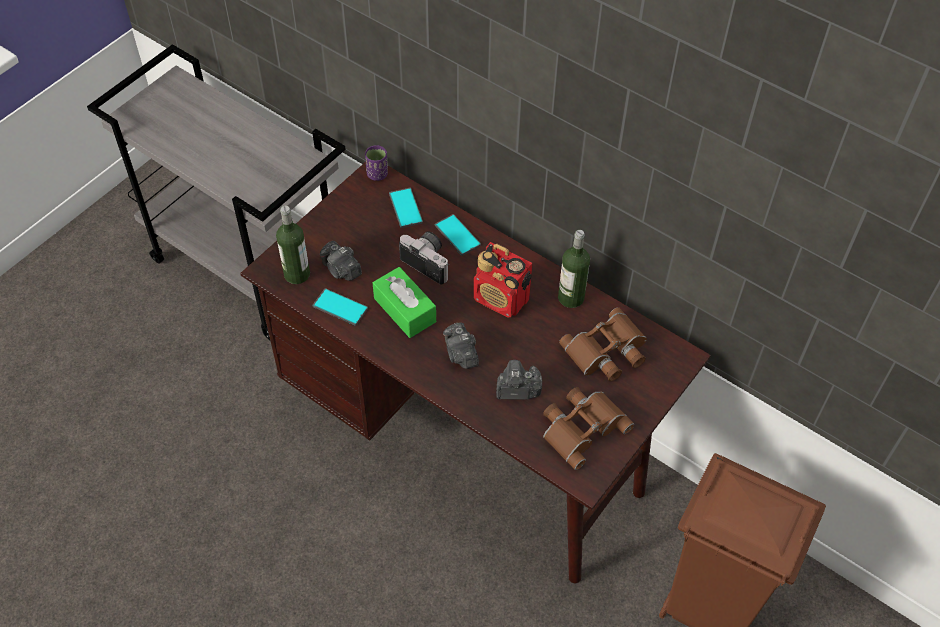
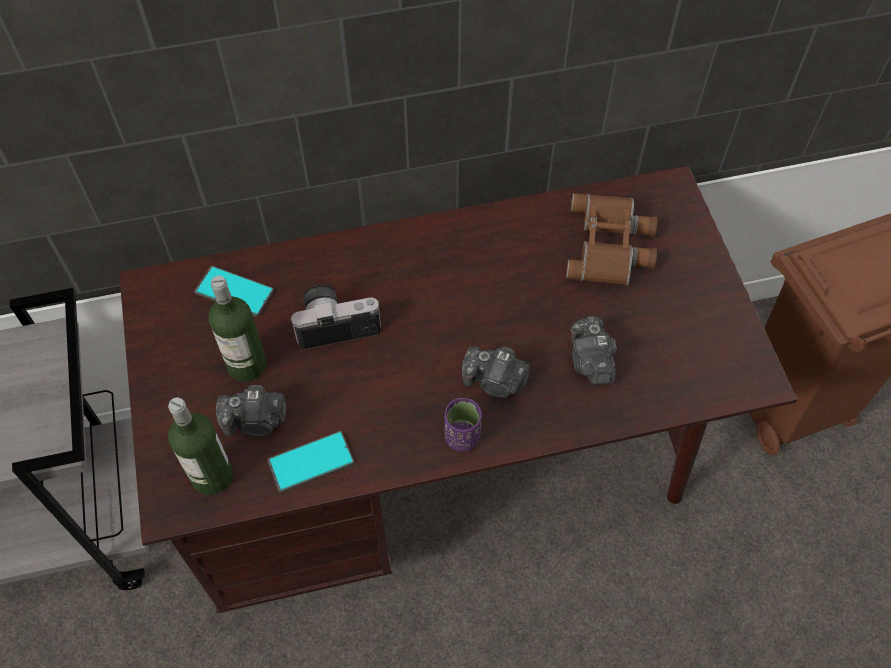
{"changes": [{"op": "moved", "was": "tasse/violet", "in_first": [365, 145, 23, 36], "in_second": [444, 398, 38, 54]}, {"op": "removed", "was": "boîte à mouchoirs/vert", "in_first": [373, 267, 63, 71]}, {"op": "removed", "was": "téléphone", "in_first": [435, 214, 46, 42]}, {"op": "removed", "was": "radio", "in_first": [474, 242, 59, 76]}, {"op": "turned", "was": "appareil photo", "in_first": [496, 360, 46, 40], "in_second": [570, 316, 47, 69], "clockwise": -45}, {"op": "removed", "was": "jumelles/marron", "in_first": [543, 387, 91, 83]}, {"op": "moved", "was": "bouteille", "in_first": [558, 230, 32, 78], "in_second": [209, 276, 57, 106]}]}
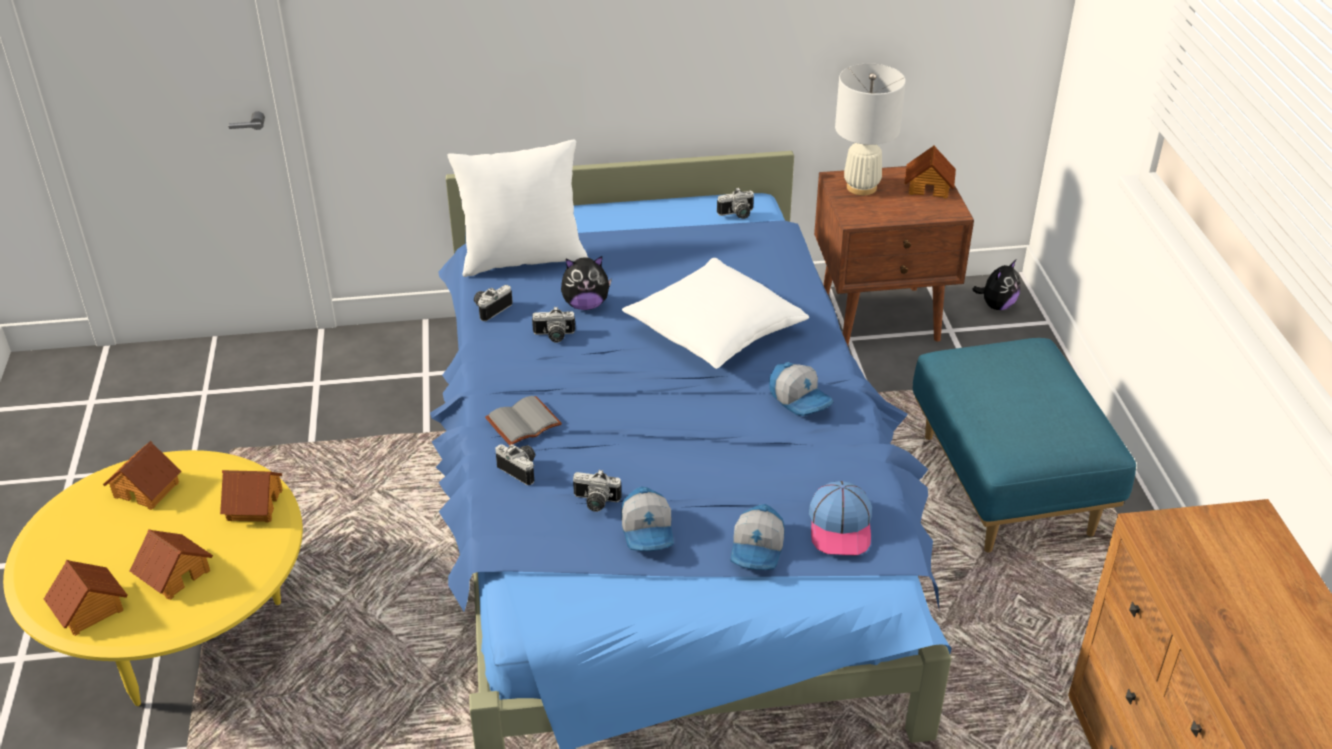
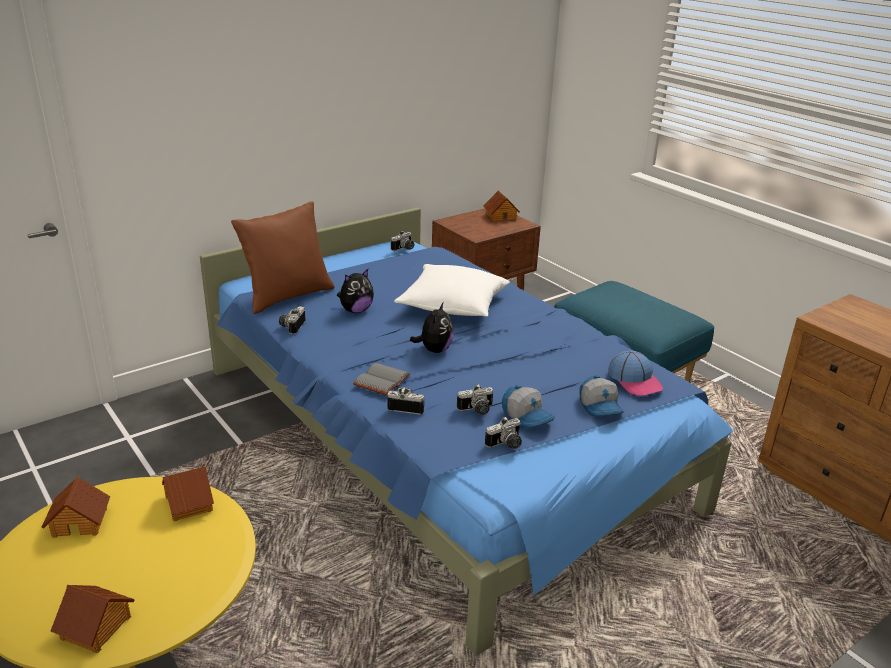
{"changes": [{"op": "removed", "was": "maison miniature", "in_first": [130, 529, 83, 71]}, {"op": "recoloured", "was": "coussin/blanc", "now": "coussin/marron", "in_first": [448, 139, 140, 138], "in_second": [231, 201, 103, 113]}, {"op": "moved", "was": "appareil photo", "in_first": [532, 306, 43, 37], "in_second": [485, 417, 37, 32]}, {"op": "removed", "was": "casquette", "in_first": [769, 362, 65, 54]}, {"op": "removed", "was": "lampe de table/blanc", "in_first": [835, 64, 71, 131]}, {"op": "moved", "was": "peluche", "in_first": [972, 260, 48, 50], "in_second": [410, 303, 44, 50]}]}
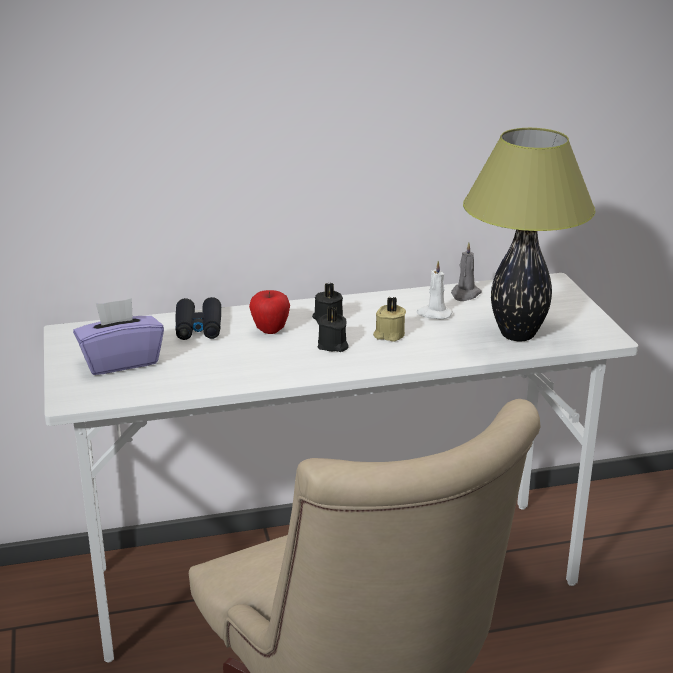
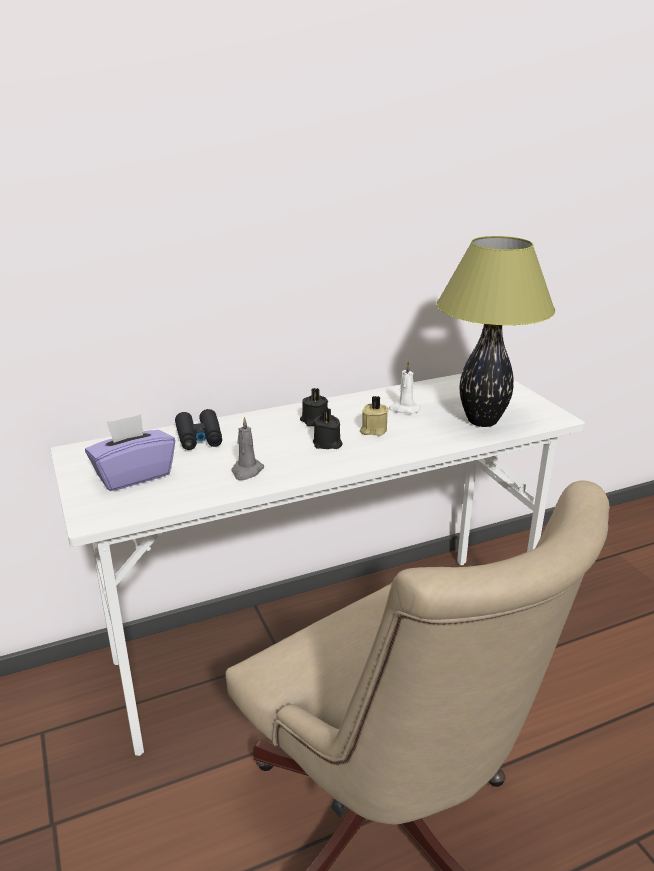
{"changes": [{"op": "removed", "was": "pomme", "in_first": [249, 290, 41, 44]}, {"op": "moved", "was": "bougie/gris", "in_first": [451, 242, 31, 59], "in_second": [231, 417, 33, 63]}]}
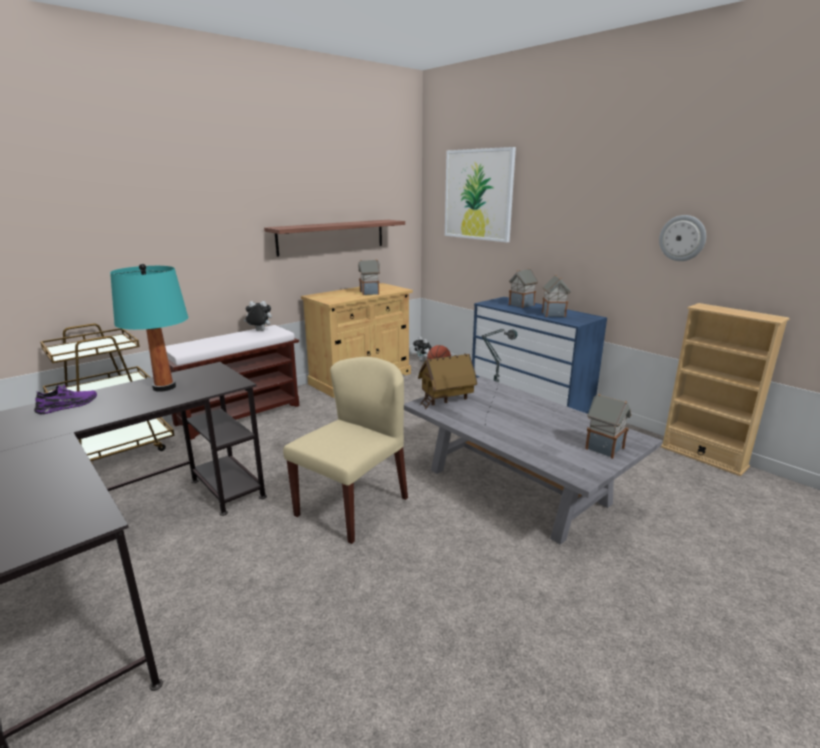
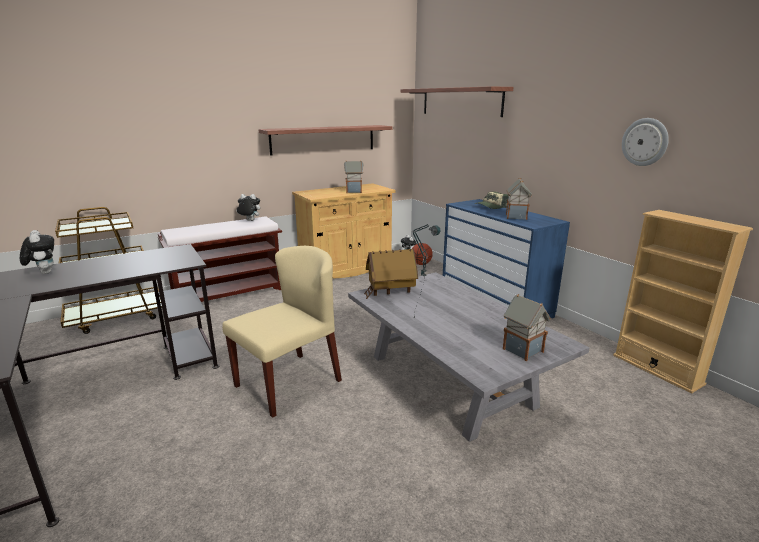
{"changes": [{"op": "replaced", "was": "chaussure/violet", "now": "peluche", "in_first": [34, 385, 63, 29], "in_second": [20, 230, 34, 44]}, {"op": "removed", "was": "lampe de table/turquoise", "in_first": [110, 264, 78, 128]}, {"op": "replaced", "was": "tableau", "now": "étagère", "in_first": [445, 147, 71, 95], "in_second": [401, 86, 113, 31]}, {"op": "replaced", "was": "maison miniature", "now": "casquette", "in_first": [509, 268, 29, 40], "in_second": [475, 192, 33, 17]}]}
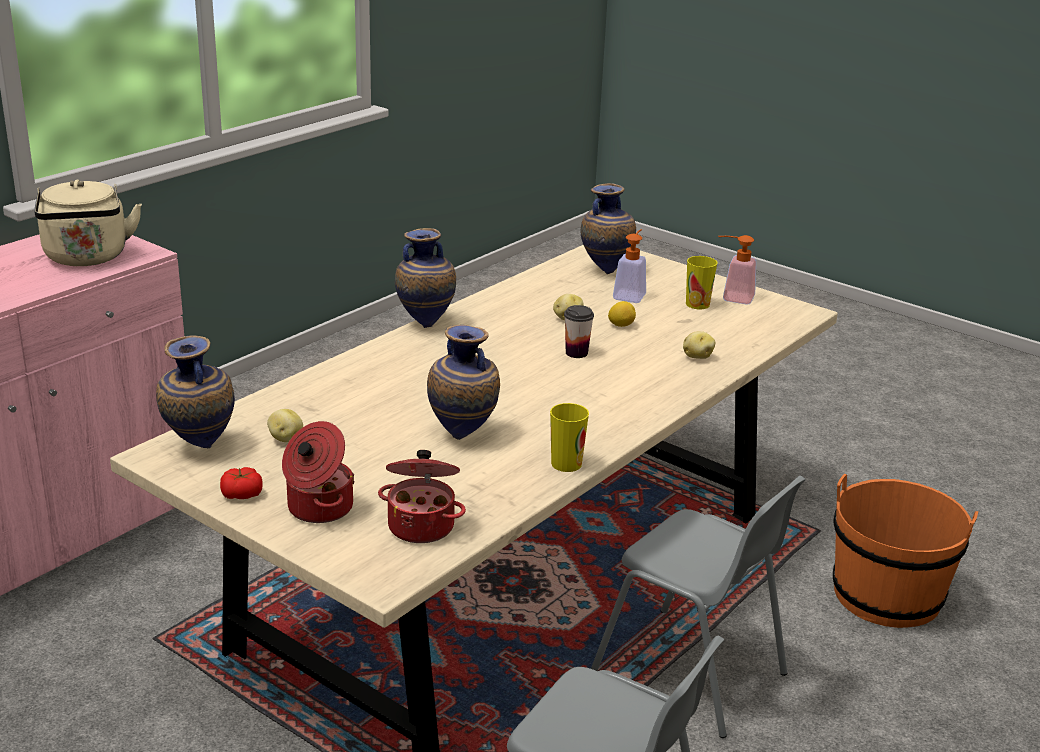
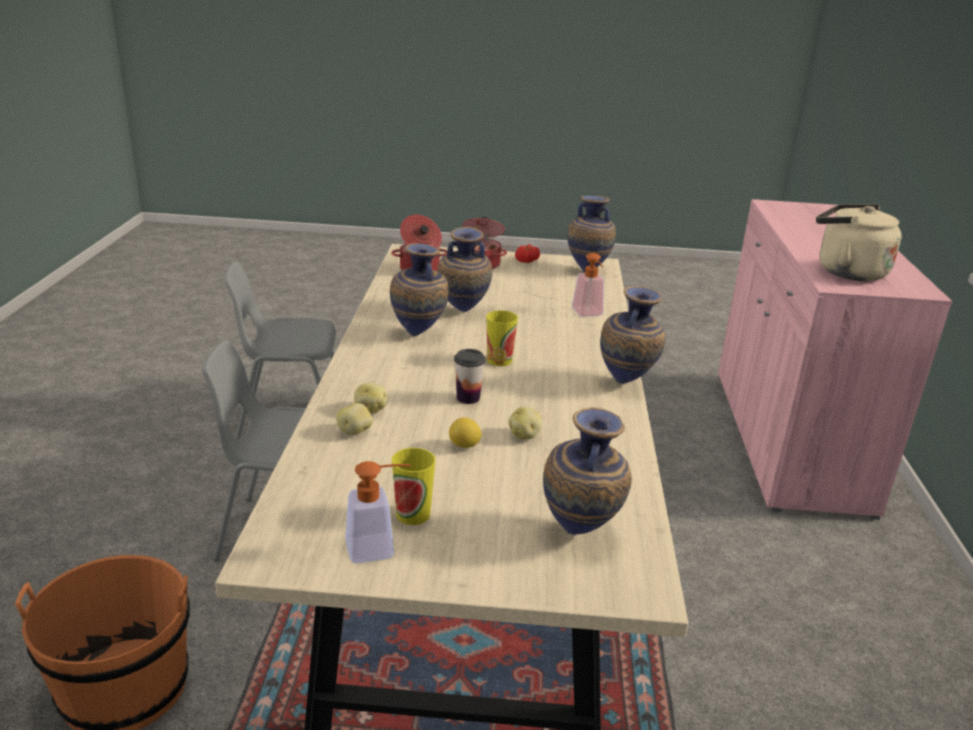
{"changes": [{"op": "moved", "was": "pomme de terre", "in_first": [267, 409, 36, 33], "in_second": [354, 382, 33, 32]}, {"op": "moved", "was": "tasse", "in_first": [550, 403, 39, 69], "in_second": [486, 310, 32, 56]}, {"op": "moved", "was": "distributeur de savon", "in_first": [613, 229, 33, 74], "in_second": [572, 253, 32, 64]}, {"op": "added", "now": "vase", "in_second": [390, 243, 59, 93]}]}
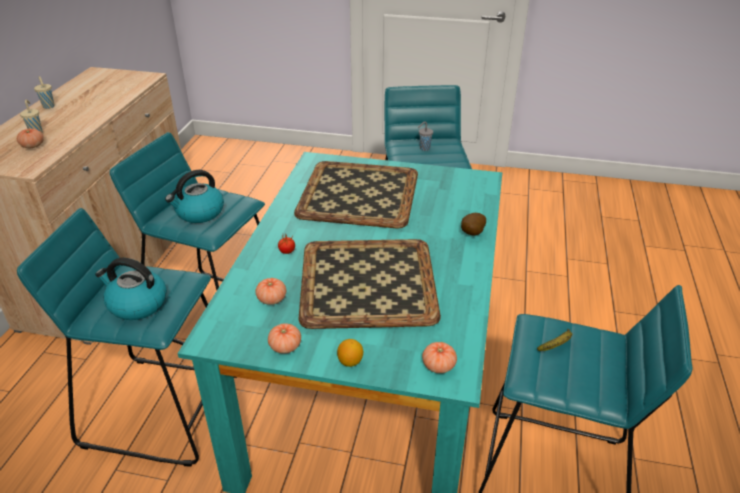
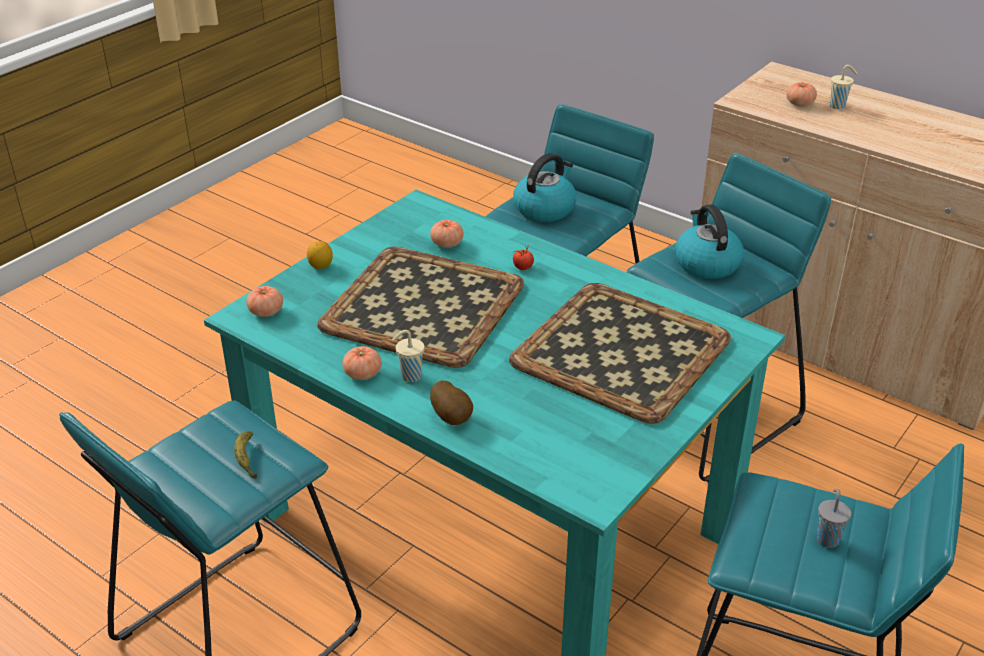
{"changes": [{"op": "moved", "was": "tasse/beige", "in_first": [34, 76, 21, 33], "in_second": [392, 330, 33, 52]}, {"op": "moved", "was": "tomate", "in_first": [268, 323, 33, 31], "in_second": [342, 346, 40, 34]}]}
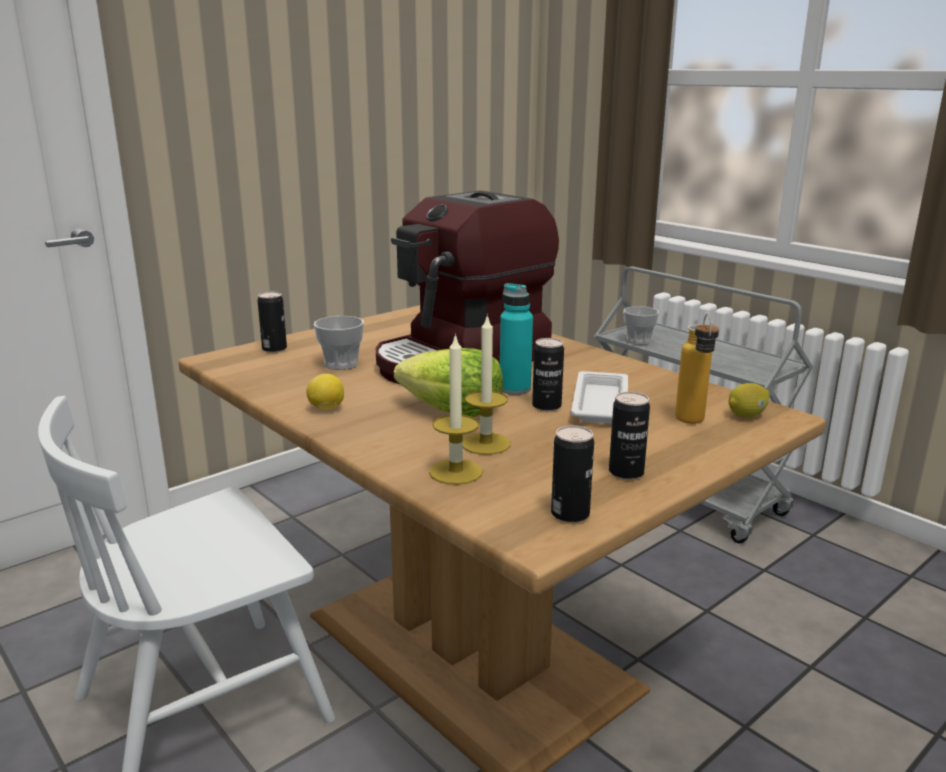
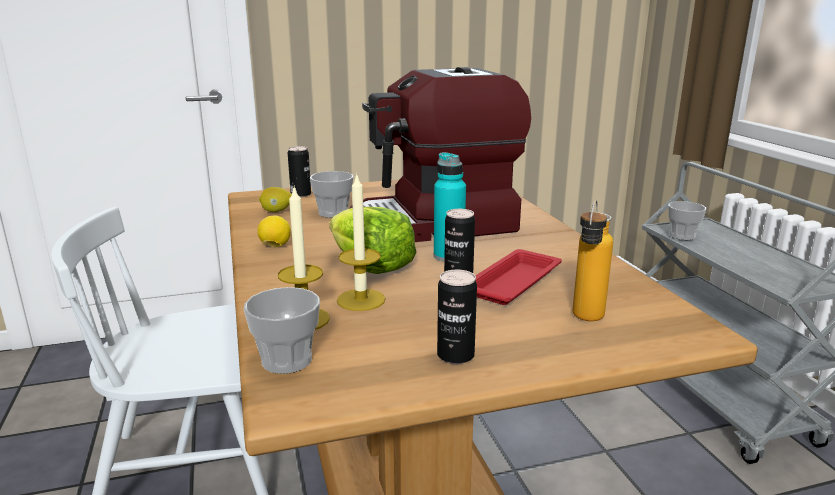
{"changes": [{"op": "removed", "was": "boîte métallique", "in_first": [551, 426, 43, 97]}, {"op": "recoloured", "was": "plateau/blanc", "now": "plateau/rouge", "in_first": [571, 371, 57, 53], "in_second": [476, 249, 86, 56]}, {"op": "moved", "was": "citron", "in_first": [729, 383, 41, 35], "in_second": [259, 187, 33, 25]}, {"op": "added", "now": "tasse", "in_second": [244, 287, 76, 87]}]}
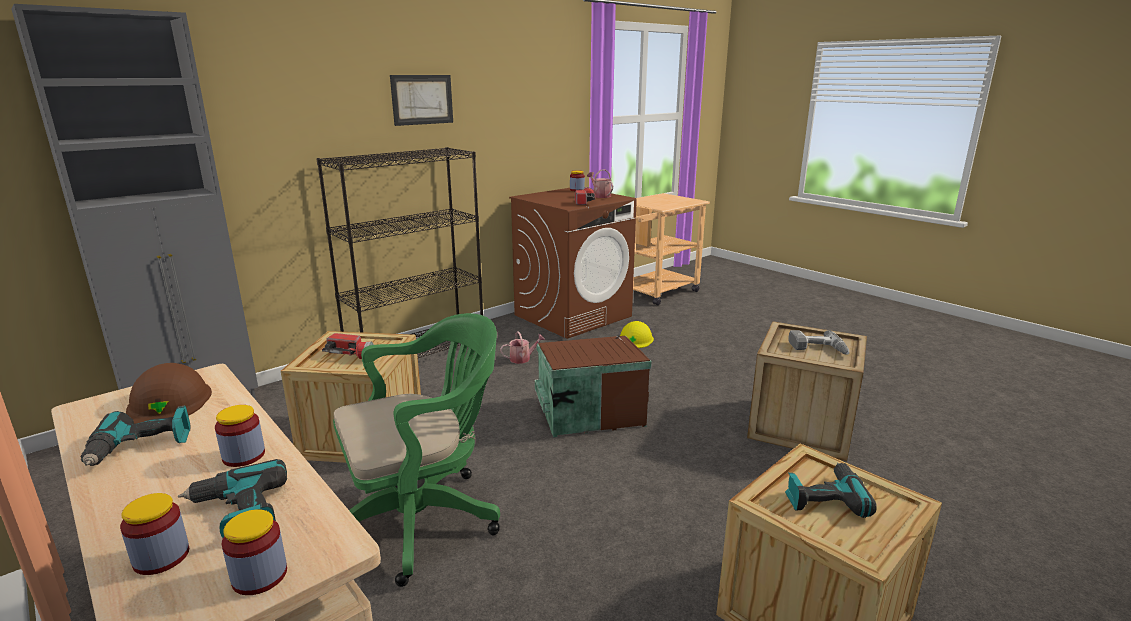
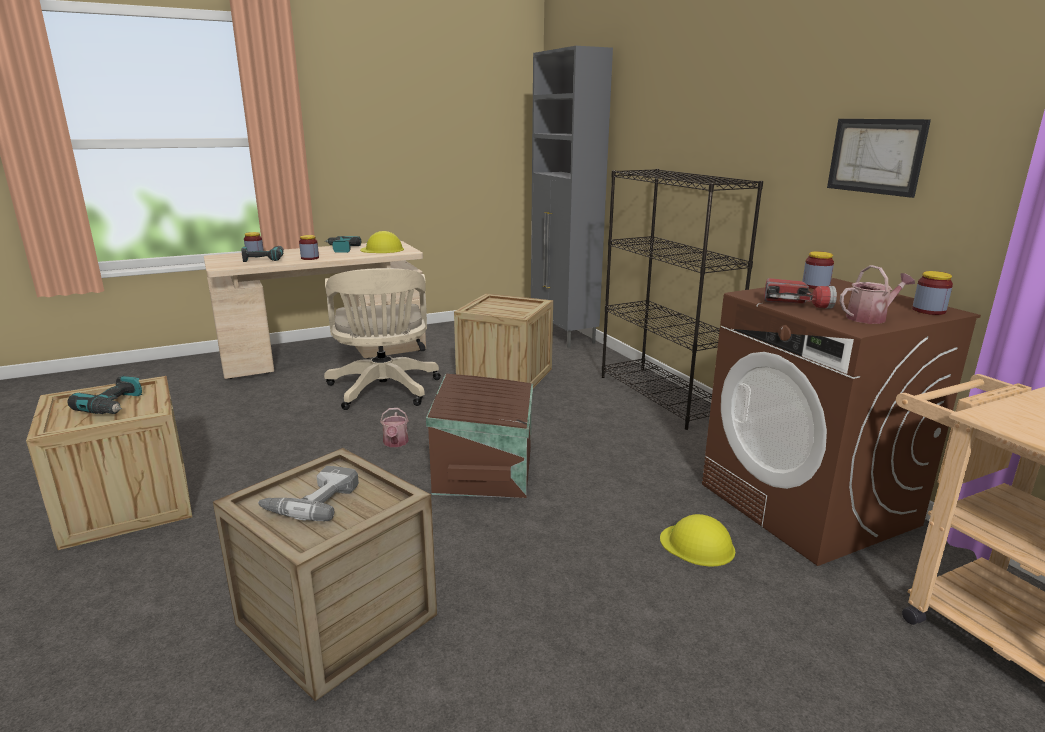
{"changes": [{"op": "recoloured", "was": "casque de chantier/marron", "now": "casque de chantier/jaune", "in_first": [126, 363, 86, 61], "in_second": [360, 231, 44, 22]}, {"op": "moved", "was": "bocal", "in_first": [222, 509, 65, 86], "in_second": [802, 251, 32, 38]}, {"op": "removed", "was": "lampe de poche", "in_first": [322, 333, 52, 26]}, {"op": "recoloured", "was": "chaise de bureau/vert", "now": "chaise de bureau/beige", "in_first": [333, 313, 167, 274], "in_second": [324, 268, 117, 142]}, {"op": "moved", "was": "tableau", "in_first": [390, 75, 63, 51], "in_second": [827, 119, 104, 79]}, {"op": "moved", "was": "arrosoir", "in_first": [500, 331, 45, 33], "in_second": [380, 408, 29, 39]}]}
